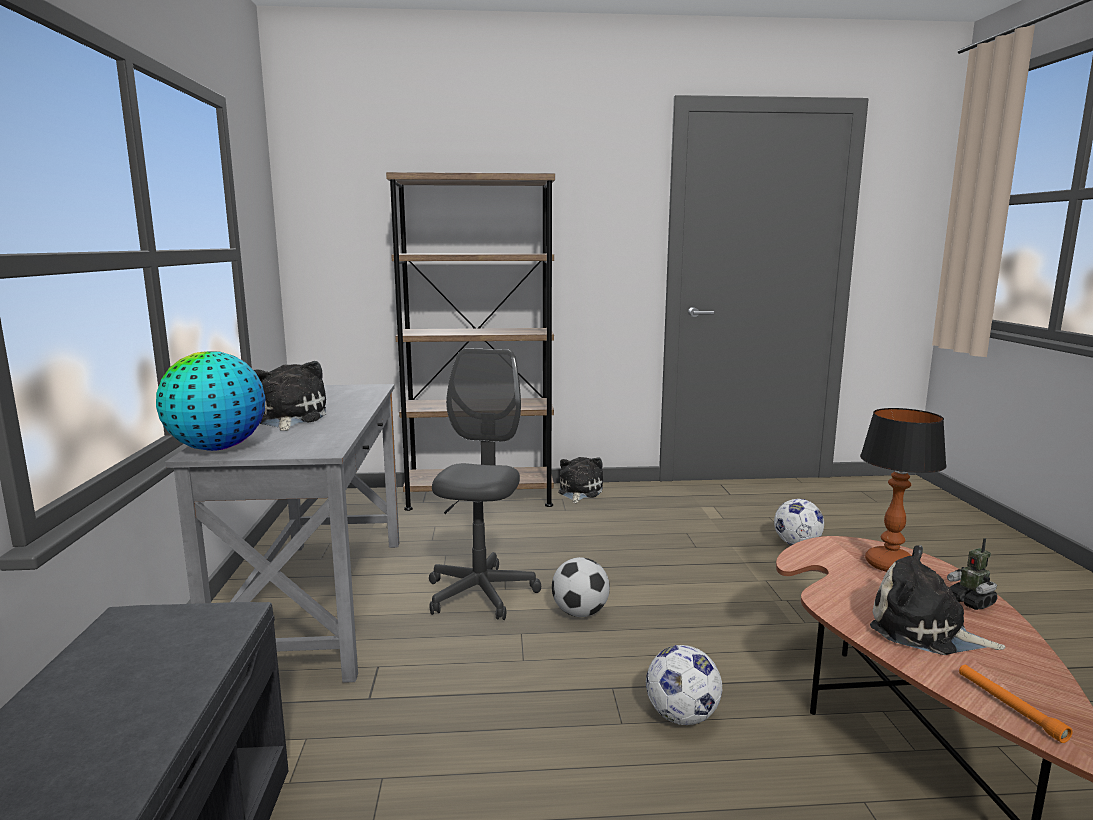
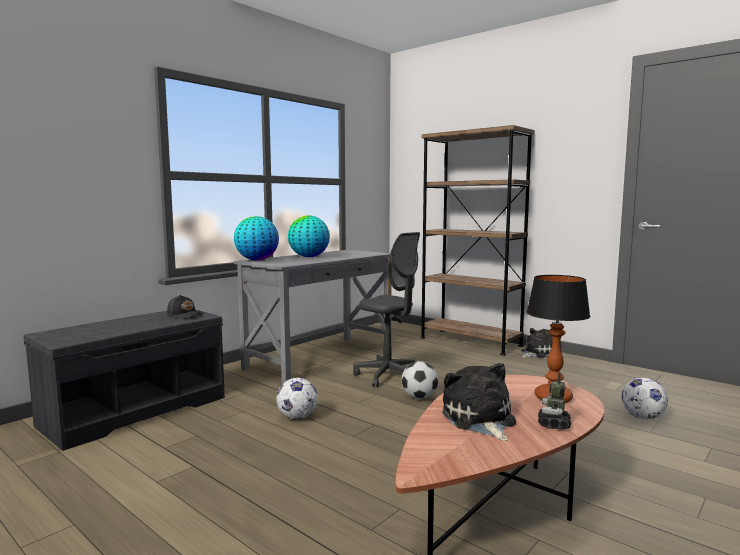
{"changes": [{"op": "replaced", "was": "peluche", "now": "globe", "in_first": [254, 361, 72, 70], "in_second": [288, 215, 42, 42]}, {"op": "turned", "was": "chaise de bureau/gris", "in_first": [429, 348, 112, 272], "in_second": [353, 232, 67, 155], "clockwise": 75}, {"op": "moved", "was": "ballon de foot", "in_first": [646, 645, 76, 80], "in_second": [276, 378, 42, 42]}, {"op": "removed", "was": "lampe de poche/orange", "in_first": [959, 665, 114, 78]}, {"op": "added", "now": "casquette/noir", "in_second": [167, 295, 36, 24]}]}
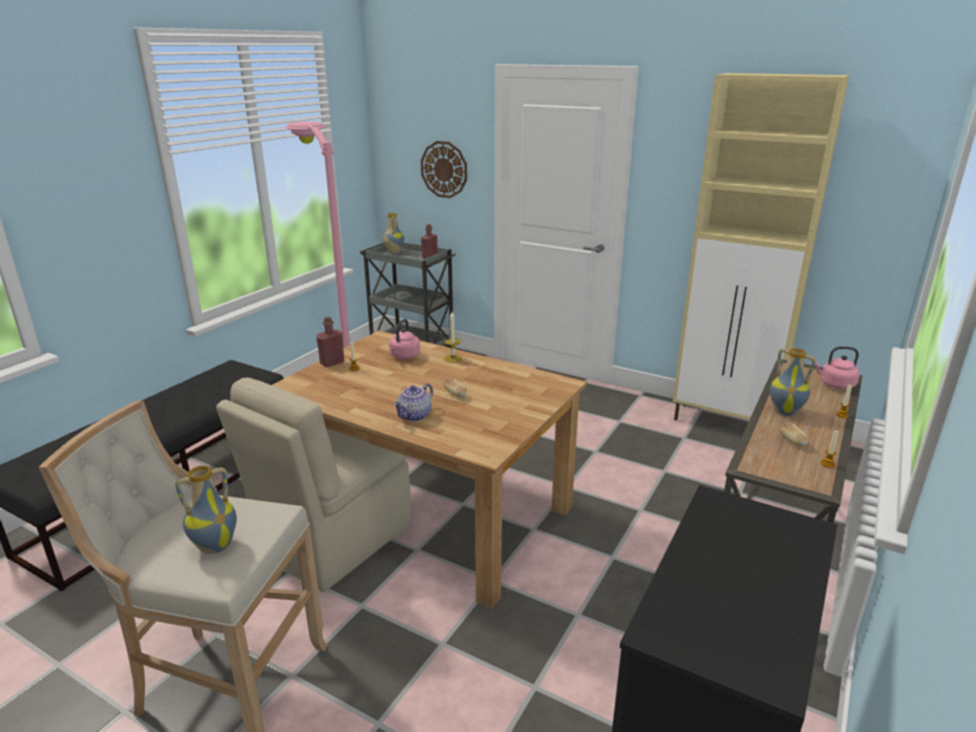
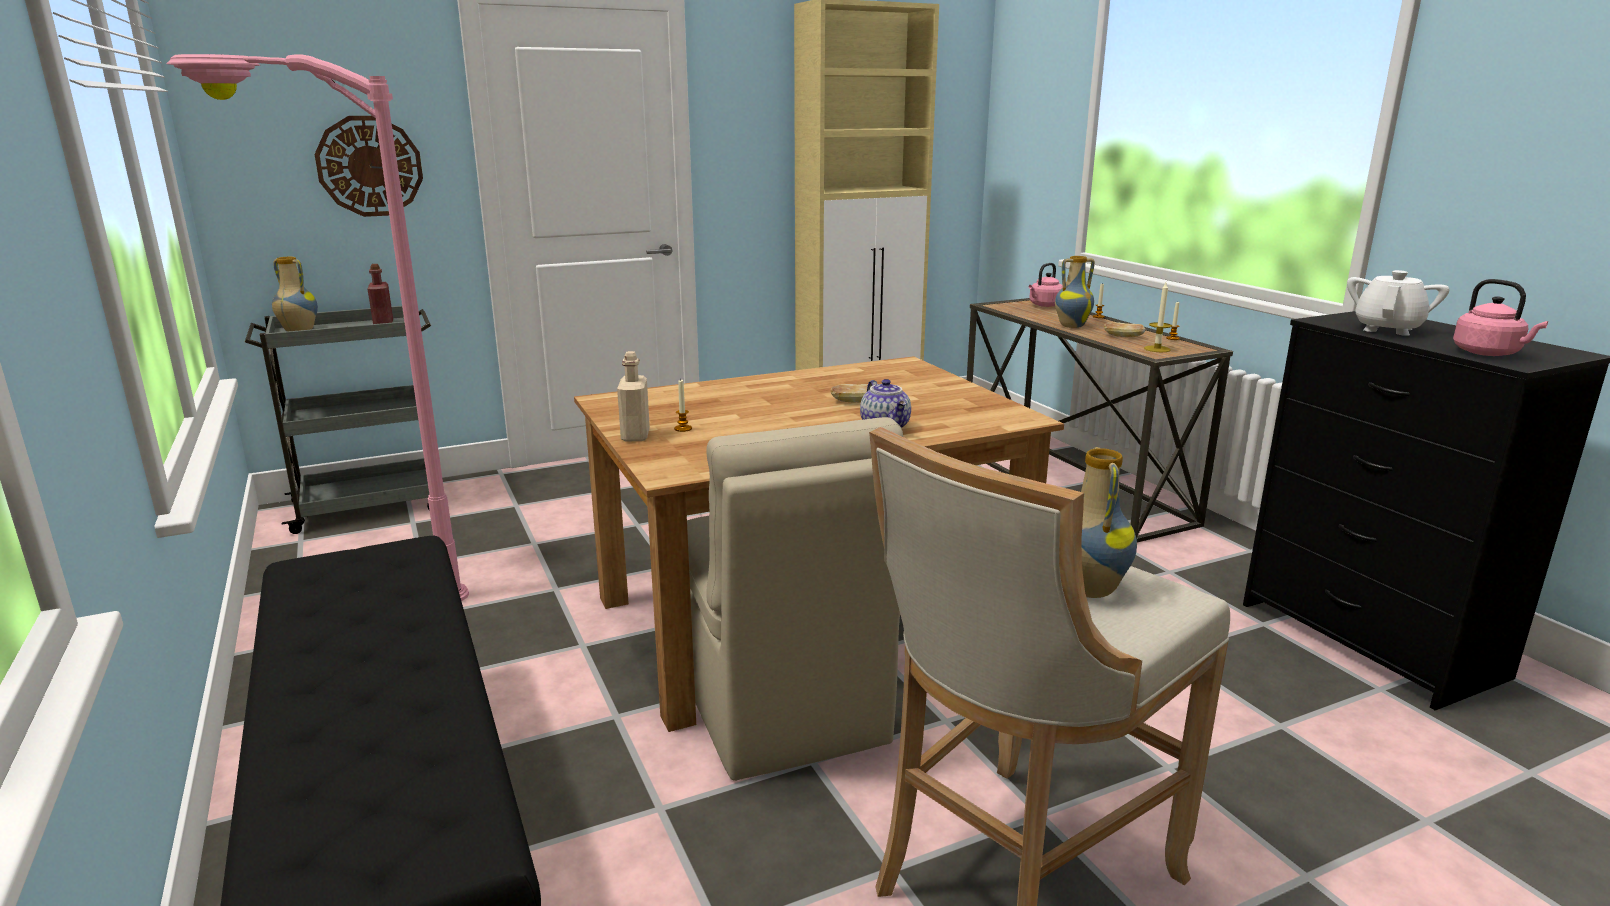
{"changes": [{"op": "recoloured", "was": "bouteille/rouge", "now": "bouteille/beige", "in_first": [316, 317, 28, 50], "in_second": [617, 351, 33, 91]}, {"op": "moved", "was": "bouilloire/rose", "in_first": [389, 319, 31, 40], "in_second": [1453, 279, 95, 77]}, {"op": "moved", "was": "bougie", "in_first": [444, 312, 19, 51], "in_second": [1144, 282, 28, 70]}, {"op": "added", "now": "théière/blanc", "in_second": [1347, 270, 103, 66]}]}
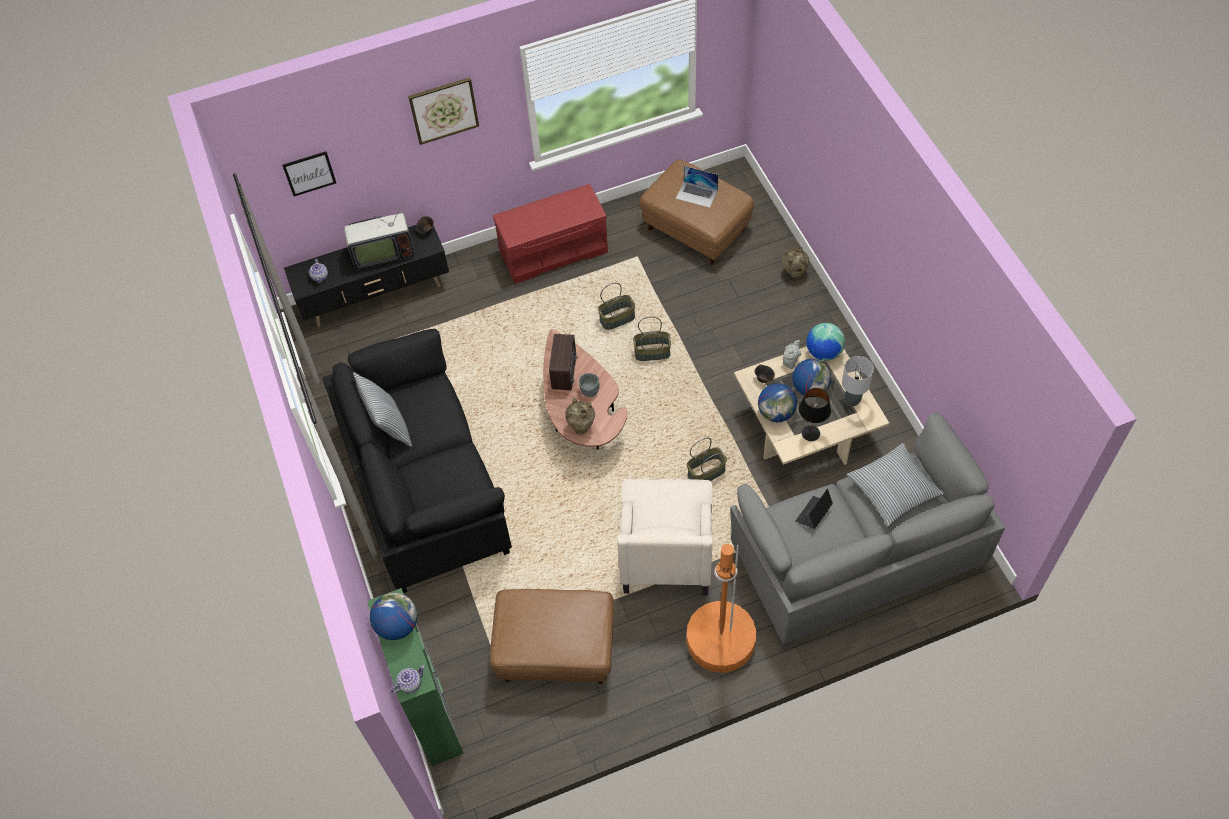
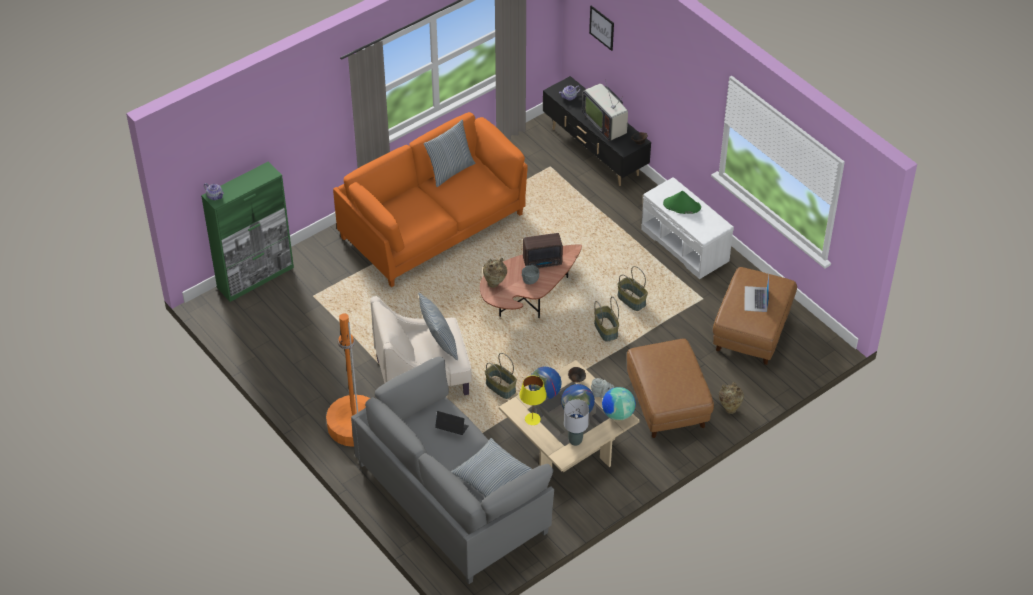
{"changes": [{"op": "recoloured", "was": "canapé/noir", "now": "canapé/orange", "in_first": [322, 329, 190, 264], "in_second": [333, 112, 195, 175]}, {"op": "removed", "was": "globe", "in_first": [370, 592, 47, 48]}, {"op": "removed", "was": "tableau", "in_first": [408, 77, 71, 68]}, {"op": "moved", "was": "pouf/marron", "in_first": [490, 589, 124, 95], "in_second": [627, 339, 87, 99]}, {"op": "recoloured", "was": "banc/rouge", "now": "banc/blanc", "in_first": [493, 184, 115, 100], "in_second": [641, 177, 93, 102]}, {"op": "recoloured", "was": "lampe de table/noir", "now": "lampe de table/jaune", "in_first": [799, 388, 32, 53], "in_second": [519, 376, 28, 49]}, {"op": "added", "now": "coussin", "in_second": [418, 292, 40, 68]}, {"op": "added", "now": "chapeau/vert", "in_second": [663, 191, 38, 23]}]}
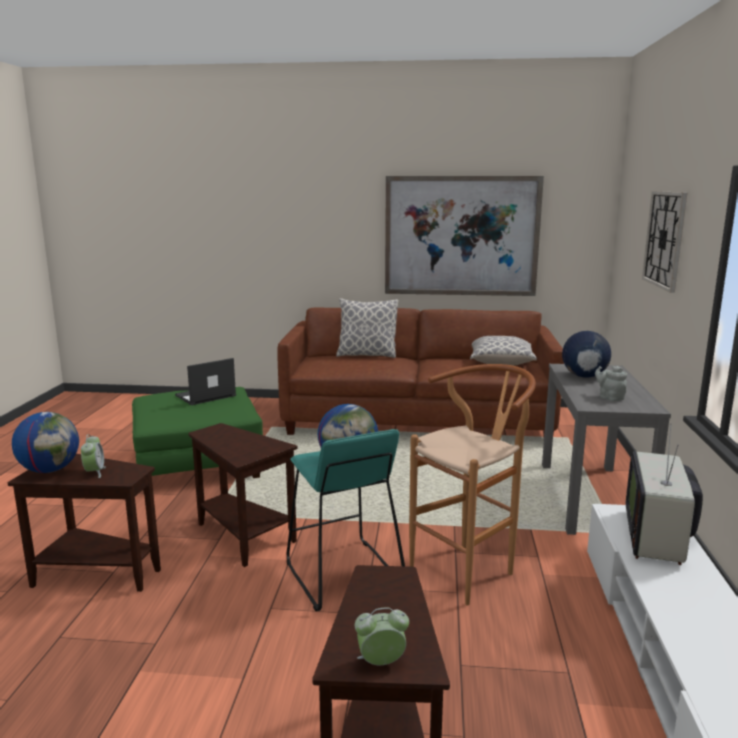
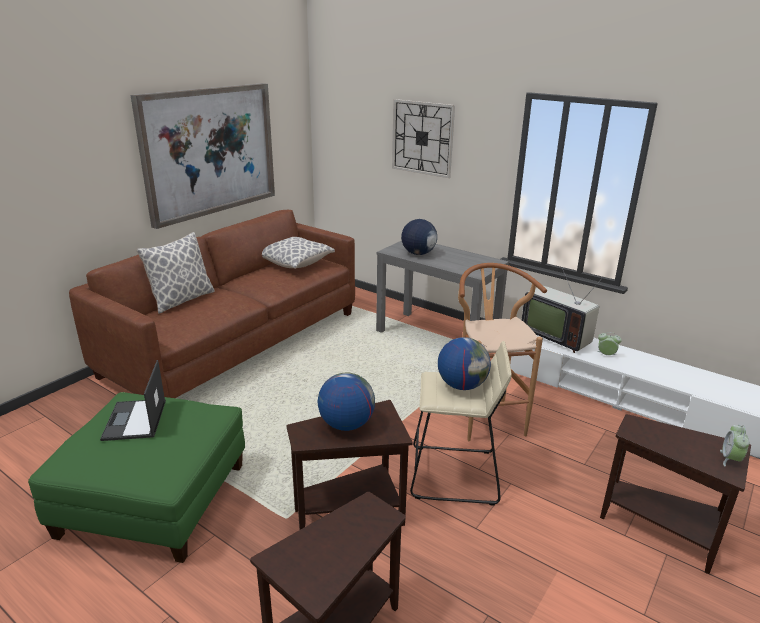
{"changes": [{"op": "moved", "was": "globe", "in_first": [12, 412, 67, 61], "in_second": [318, 373, 57, 58]}, {"op": "moved", "was": "réveil", "in_first": [81, 434, 25, 44], "in_second": [597, 332, 25, 23]}, {"op": "recoloured", "was": "tabouret/turquoise", "now": "tabouret/beige", "in_first": [287, 429, 118, 182], "in_second": [410, 341, 102, 165]}, {"op": "removed", "was": "théière/gris", "in_first": [595, 366, 32, 35]}]}
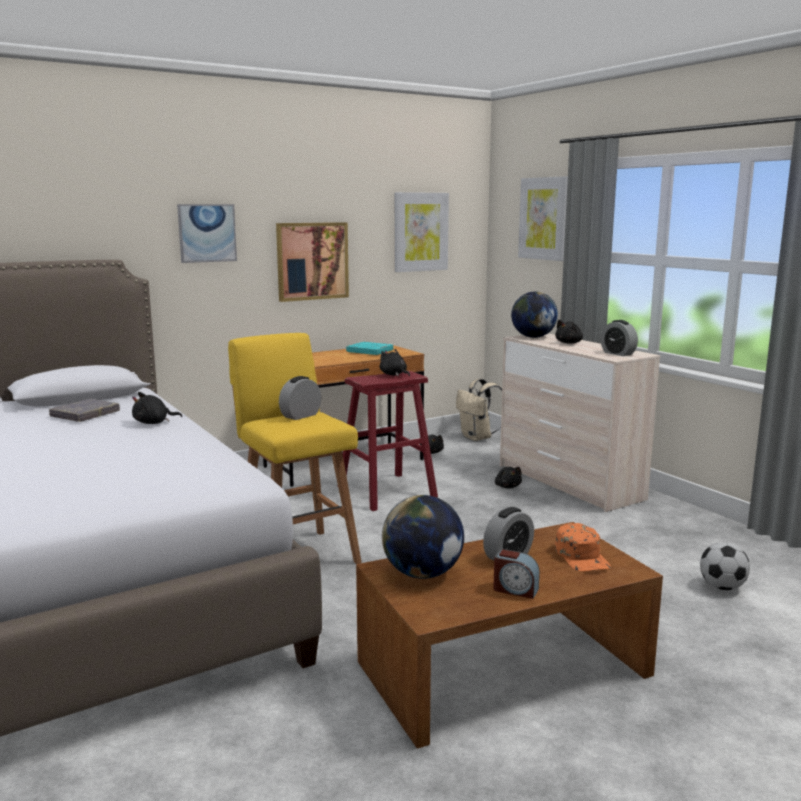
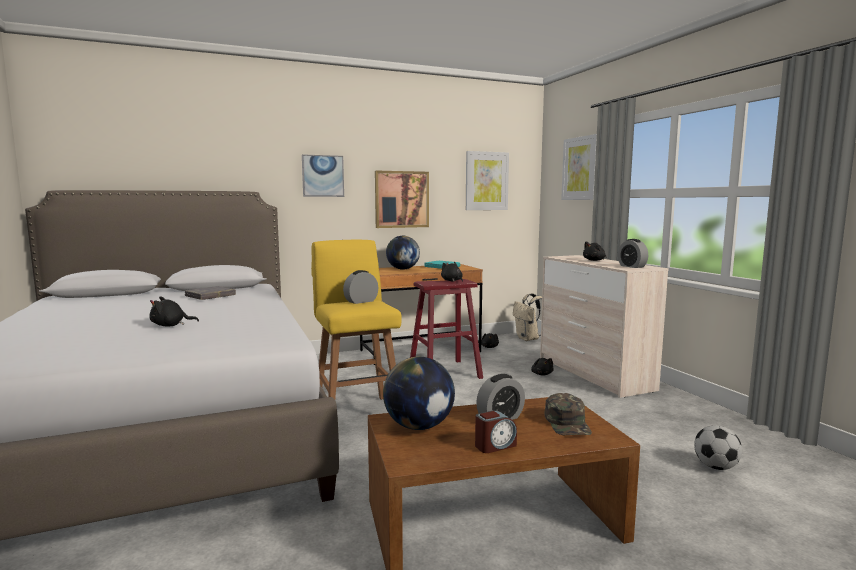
{"changes": [{"op": "moved", "was": "peluche/noir", "in_first": [132, 392, 50, 32], "in_second": [149, 296, 50, 30]}, {"op": "turned", "was": "réveil", "in_first": [493, 549, 47, 50], "in_second": [475, 410, 42, 43], "clockwise": -60}, {"op": "moved", "was": "globe", "in_first": [511, 292, 47, 46], "in_second": [386, 236, 34, 34]}, {"op": "recoloured", "was": "casquette/orange", "now": "casquette/vert", "in_first": [555, 523, 56, 49], "in_second": [544, 393, 48, 42]}]}
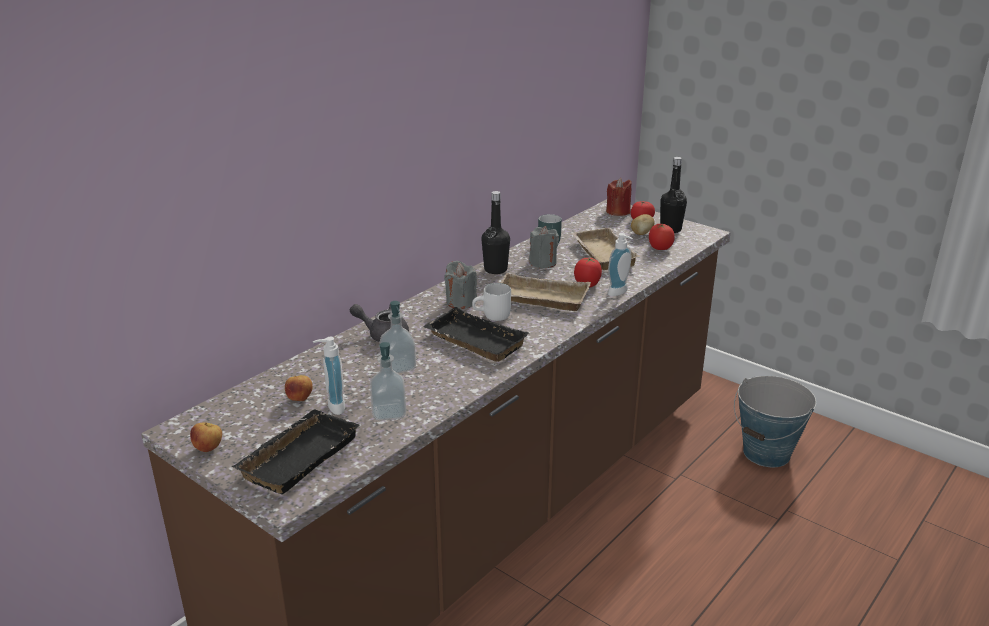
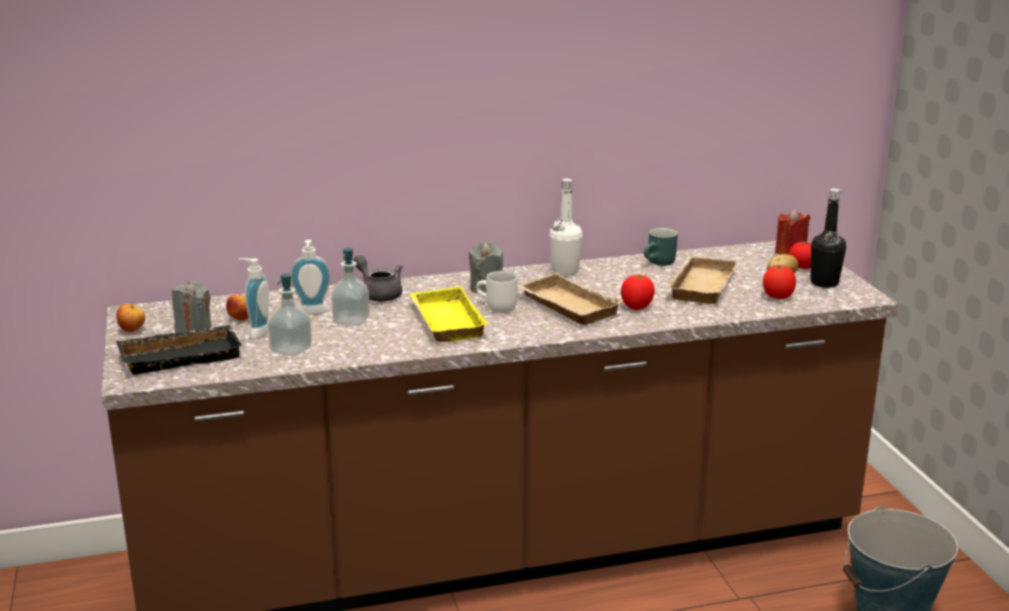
{"changes": [{"op": "recoloured", "was": "plateau/noir", "now": "plateau/jaune", "in_first": [423, 307, 106, 55], "in_second": [410, 286, 79, 56]}, {"op": "recoloured", "was": "bouteille/noir", "now": "bouteille/blanc", "in_first": [481, 191, 29, 83], "in_second": [549, 178, 34, 98]}, {"op": "moved", "was": "bougie/gris", "in_first": [529, 226, 30, 43], "in_second": [172, 281, 40, 52]}, {"op": "moved", "was": "distributeur de savon", "in_first": [608, 233, 25, 63], "in_second": [290, 240, 41, 75]}]}
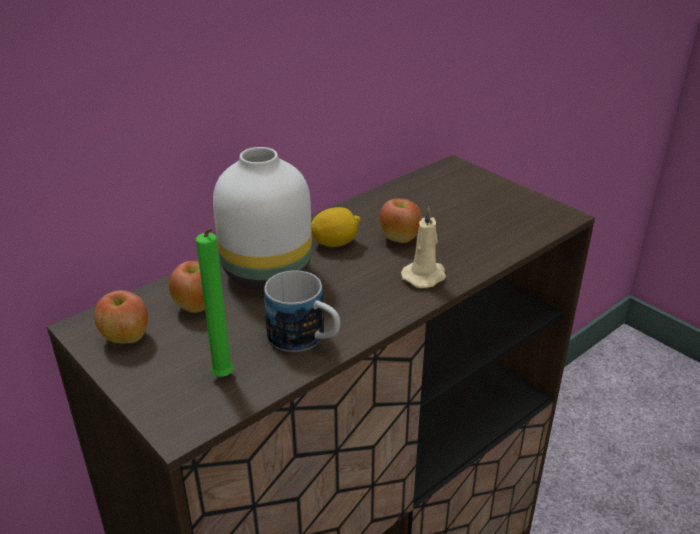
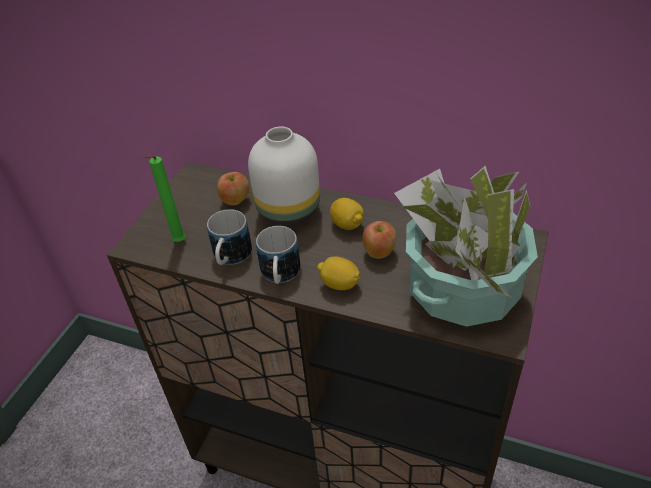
{"changes": [{"op": "removed", "was": "pomme", "in_first": [94, 290, 54, 54]}, {"op": "replaced", "was": "bougie/beige", "now": "citron", "in_first": [401, 206, 45, 82], "in_second": [317, 256, 43, 34]}, {"op": "added", "now": "mug", "in_second": [256, 226, 45, 58]}, {"op": "added", "now": "plante en pot", "in_second": [394, 166, 144, 161]}]}
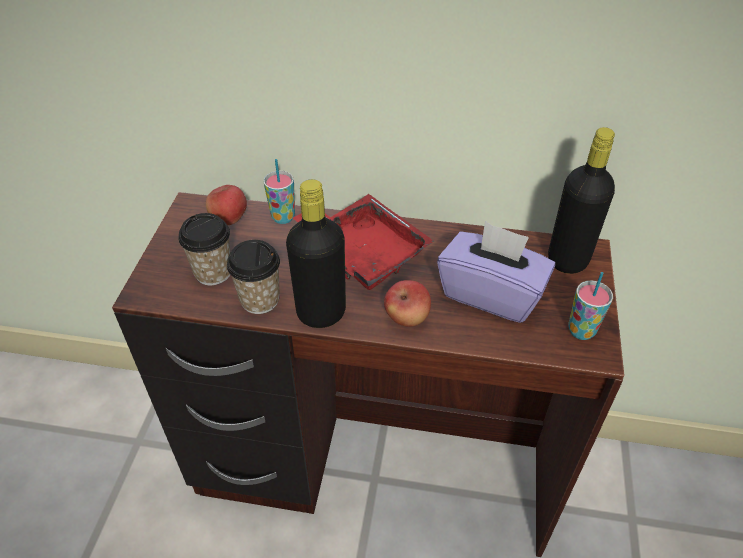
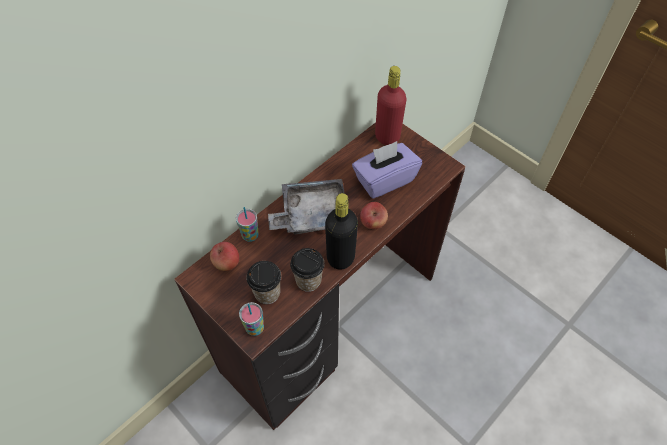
{"changes": [{"op": "recoloured", "was": "plateau/rouge", "now": "plateau/gris", "in_first": [293, 194, 141, 96], "in_second": [268, 179, 77, 56]}, {"op": "recoloured", "was": "bouteille/noir", "now": "bouteille/rouge", "in_first": [548, 127, 67, 147], "in_second": [375, 66, 31, 79]}, {"op": "moved", "was": "tasse", "in_first": [568, 272, 45, 68], "in_second": [239, 302, 25, 34]}]}
